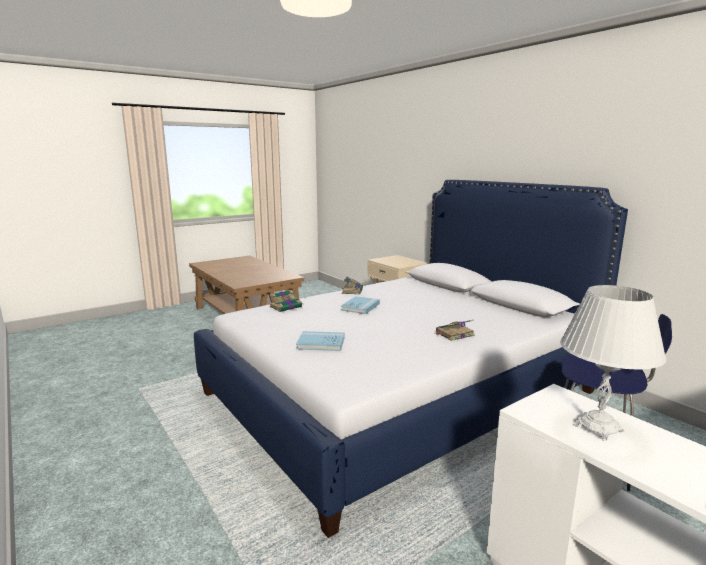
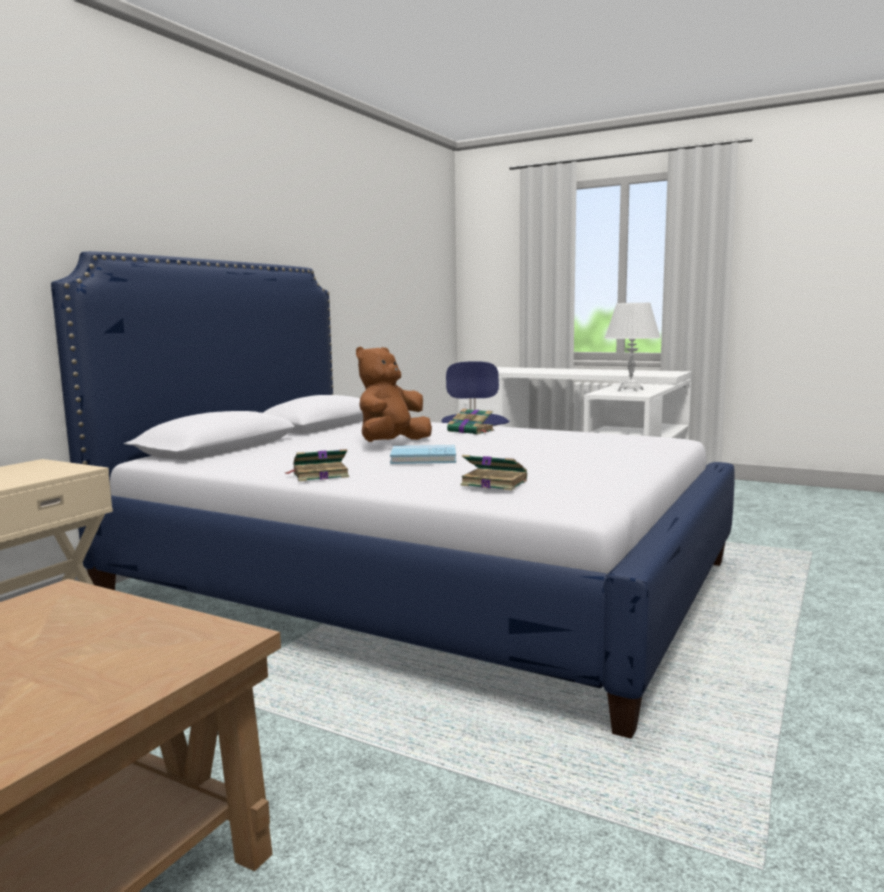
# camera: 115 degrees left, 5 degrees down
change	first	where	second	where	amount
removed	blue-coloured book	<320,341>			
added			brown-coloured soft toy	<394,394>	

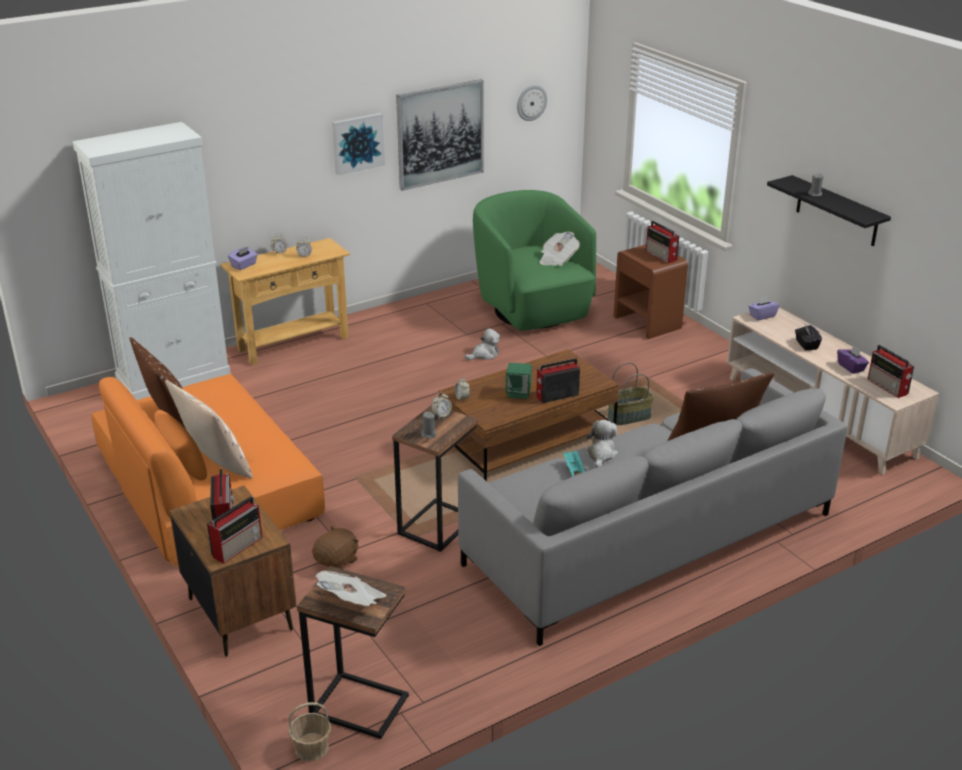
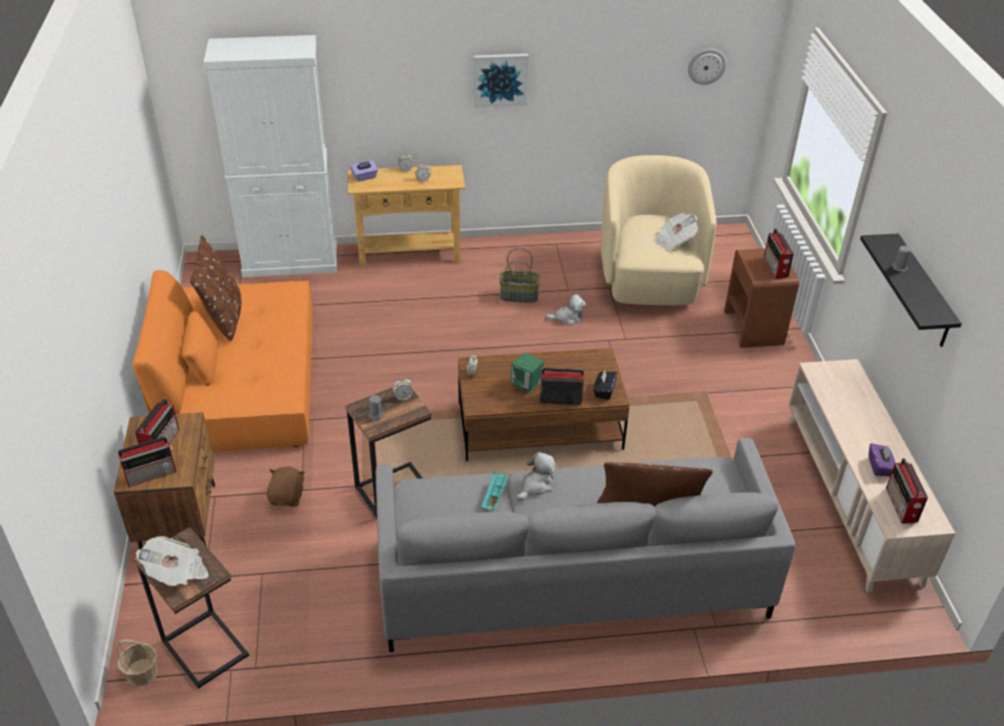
# camera: 25 degrees right, 10 degrees up
change	first	where	second	where	amount
removed	beige throw pillow	<209,429>			
removed	wall art	<439,135>			
removed	purple-coloured tissue holder	<764,308>			
moved	household basket	<631,394>		<520,275>	
moved	blackish tissue holder	<808,337>		<605,385>	
recoloured	greenish easy chair	<534,260>	beige easy chair	<659,230>	
turned	brown-coloured soft toy	<335,548>		<286,487>	60 degrees counterclockwise

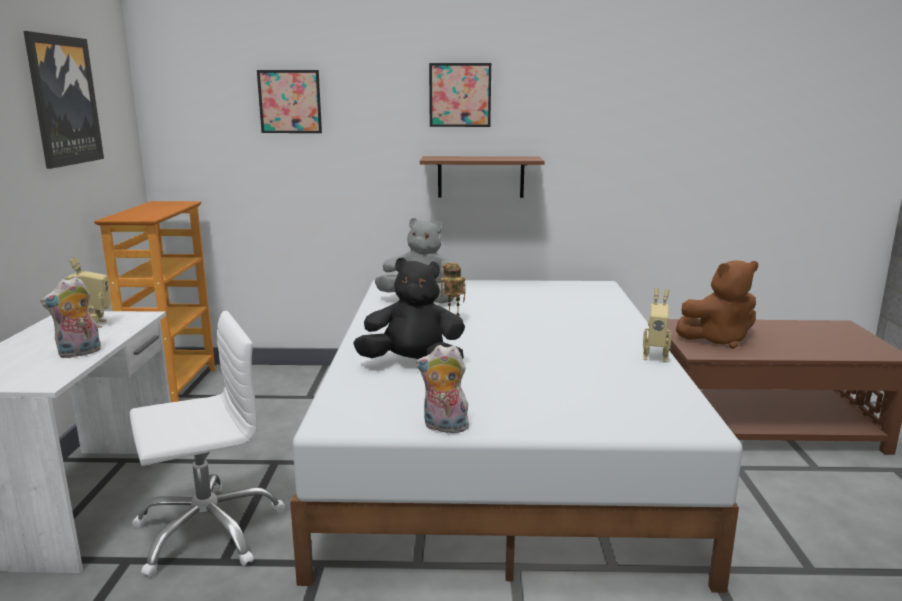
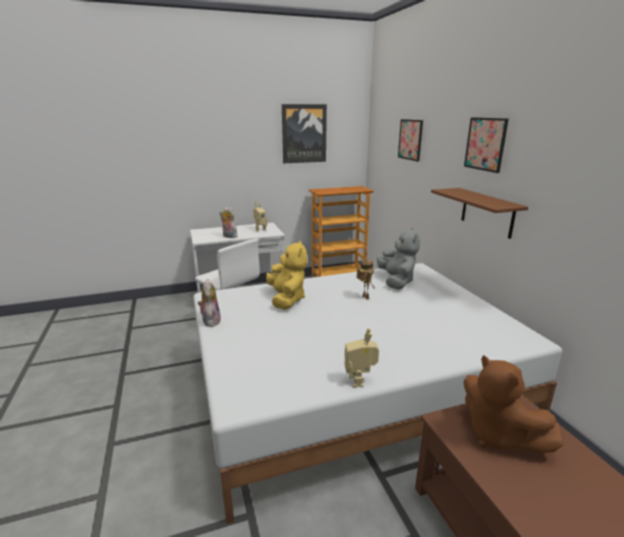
# camera: 70 degrees right, 5 degrees up
change	first	where	second	where	amount
recoloured	blackish soft toy	<409,308>	yellowish soft toy	<286,275>	

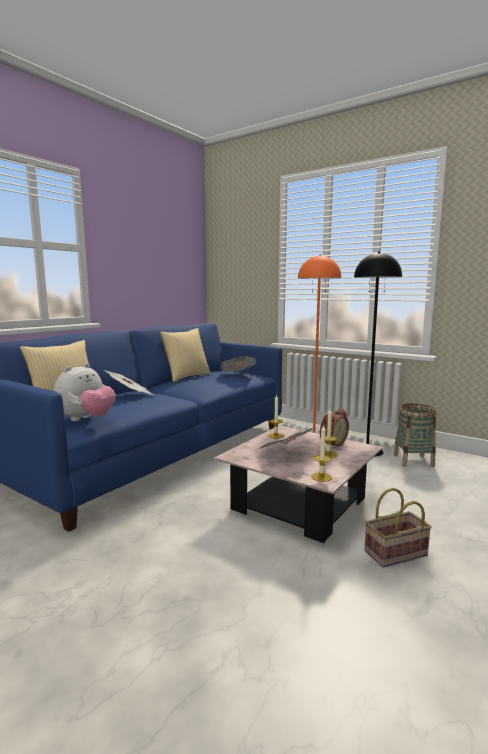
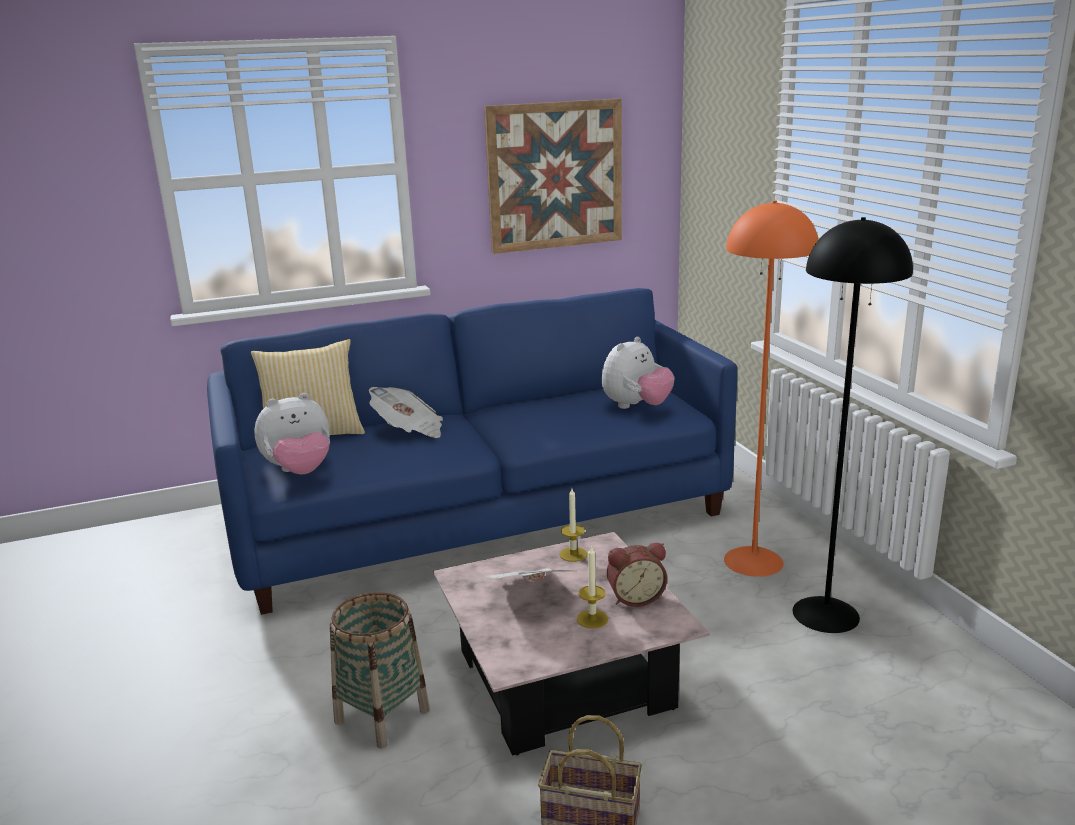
# camera: 35 degrees right, 10 degrees up
change	first	where	second	where	amount
removed	throw pillow	<185,355>			
removed	wax candle	<321,453>			
added			wall art	<553,176>	
moved	household basket	<415,435>		<380,670>	
replaced	printed paper	<238,364>	soft toy	<638,373>	

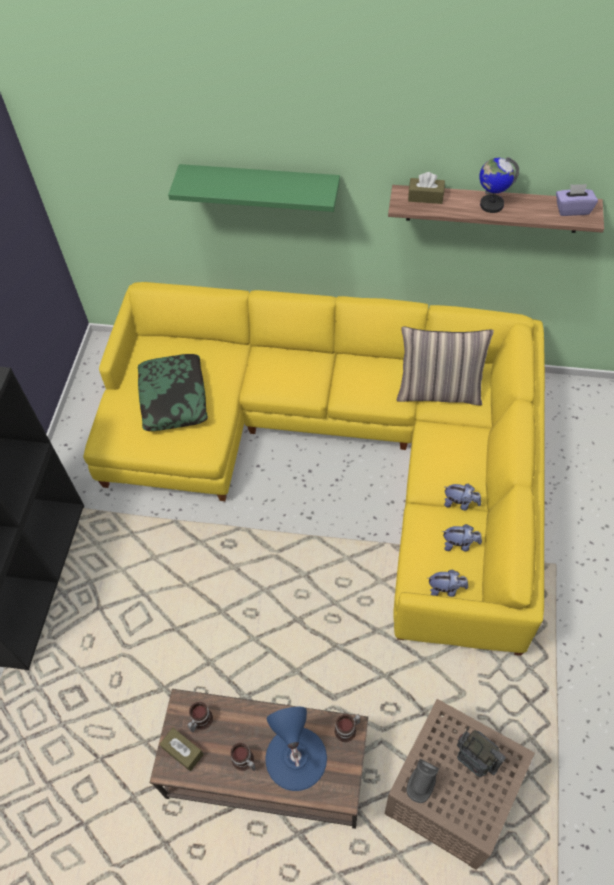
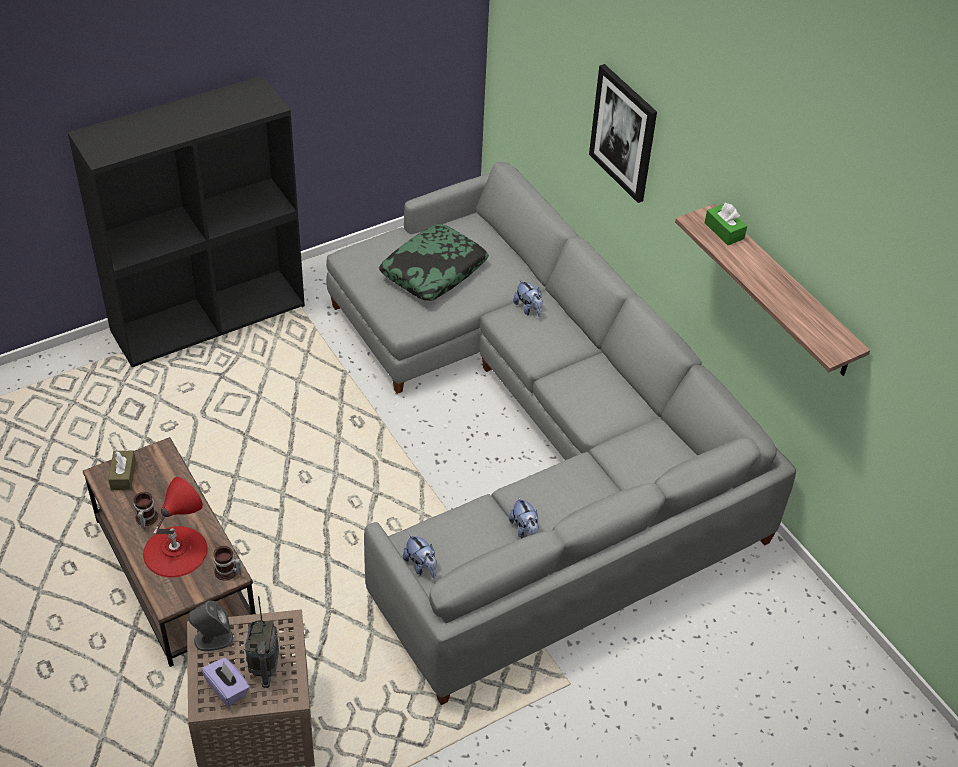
# camera: 45 degrees right, 10 degrees down
change	first	where	second	where	amount
removed	mug	<200,717>			
removed	throw pillow	<445,365>			
removed	globe	<499,185>			
moved	soft toy	<462,537>		<528,298>	
moved	purple-coloured tissue holder	<577,200>		<225,682>	
replaced	greenish bracket shelf	<254,188>	wall art	<623,133>	
recoloured	yellowish couch	<314,469>	gray couch	<561,433>	
recoloured	blue-coloured lamp for a table	<296,749>	red lamp for a table	<175,527>	
recoloured	brown-coloured tissue holder	<426,188>	greenish tissue holder	<726,223>	

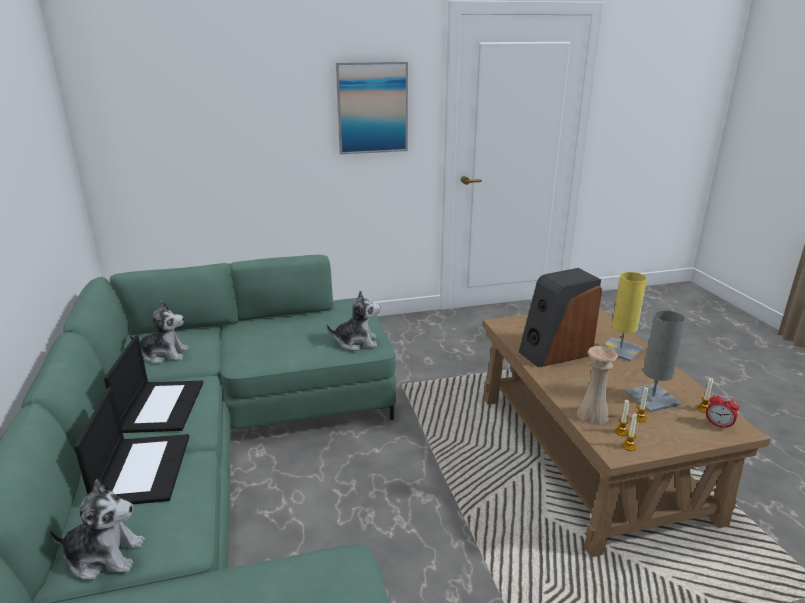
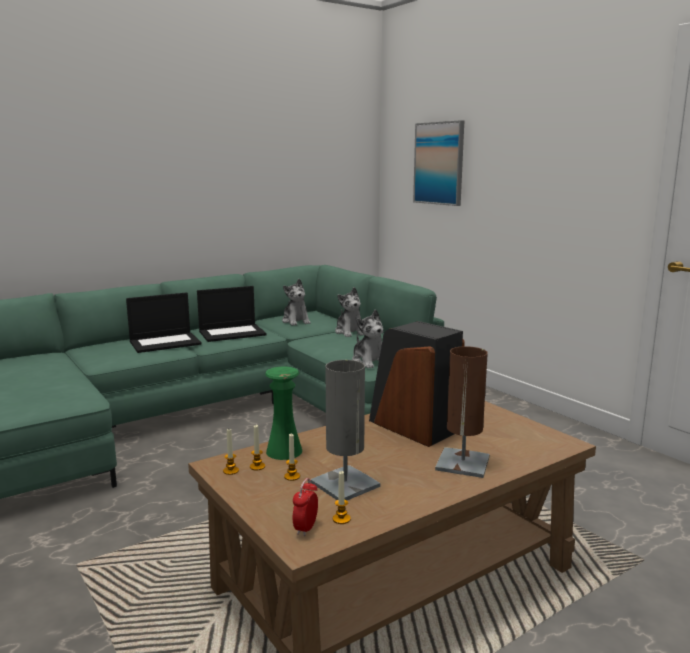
# camera: 70 degrees right, 10 degrees down
change	first	where	second	where	amount
moved	soft toy	<97,529>		<349,312>	
moved	wall art	<372,108>		<438,163>	
recoloured	beige vase	<597,385>	greenish vase	<283,413>	
recoloured	yellowish lamp for a table	<625,317>	brown-coloured lamp for a table	<462,412>	

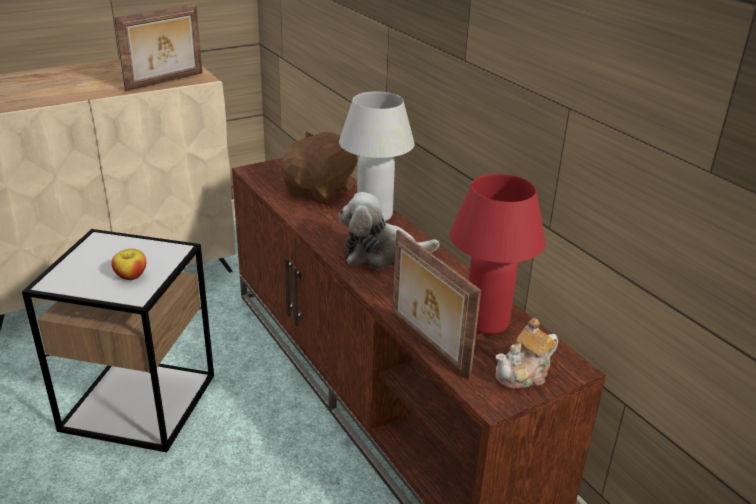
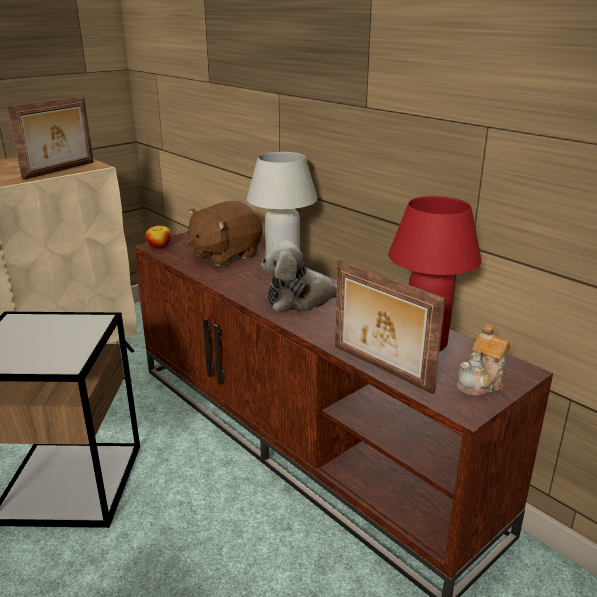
# camera: 10 degrees left, 5 degrees down
change	first	where	second	where	amount
moved	whole apple	<128,264>		<158,237>	
turned	brown-coloured soft toy	<319,167>		<224,233>	150 degrees counterclockwise

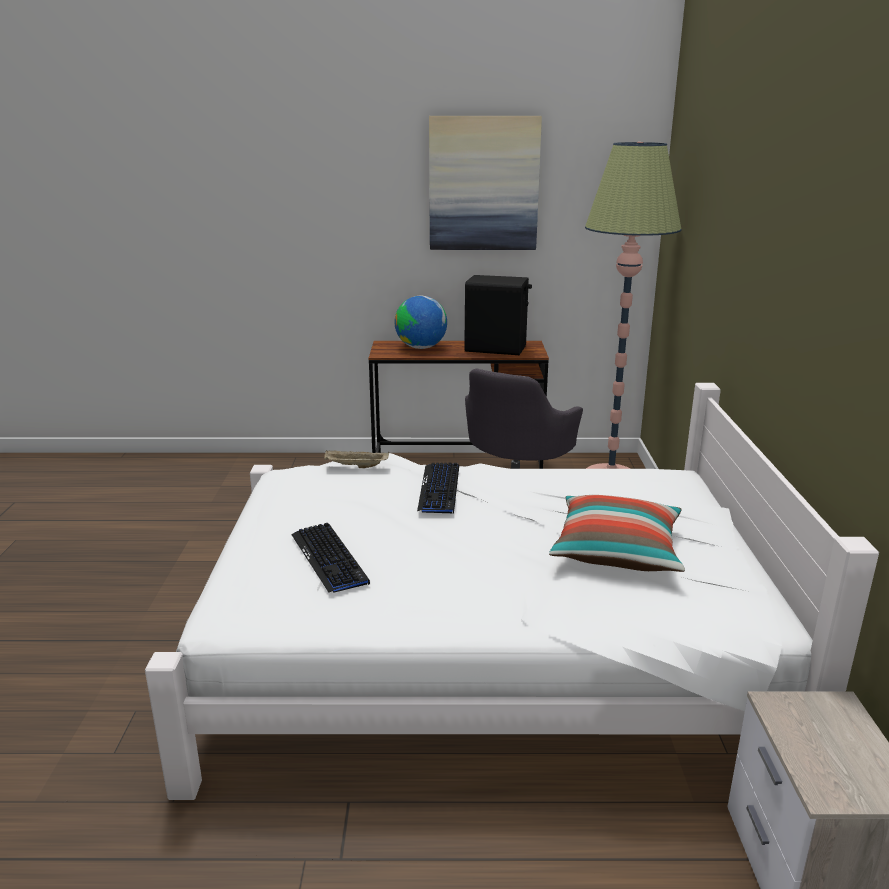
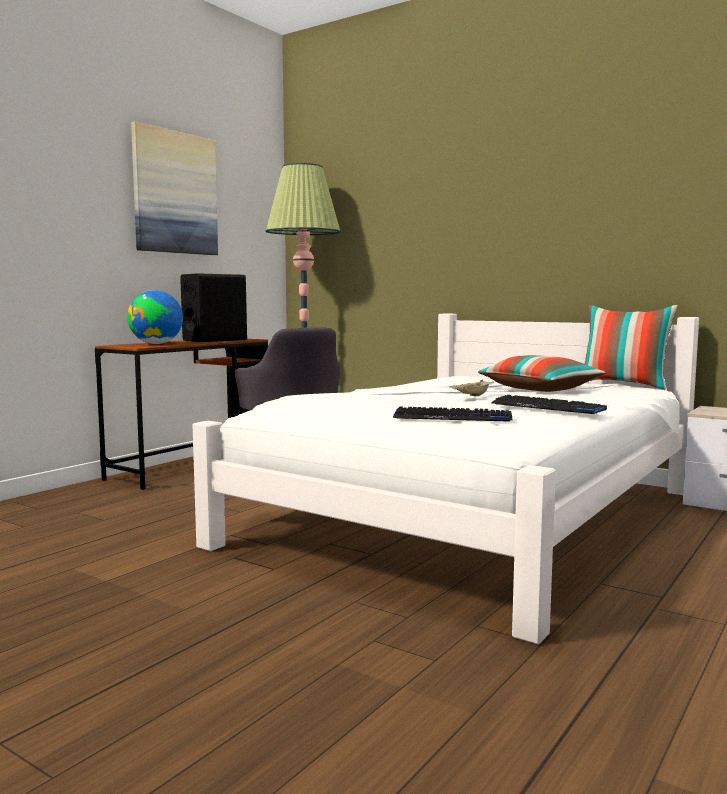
# camera: 55 degrees left, 15 degrees down
change	first	where	second	where	amount
added			throw pillow	<631,347>	
moved	beige serving tray	<356,459>		<472,388>	
moved	keyboard	<438,488>		<549,404>	

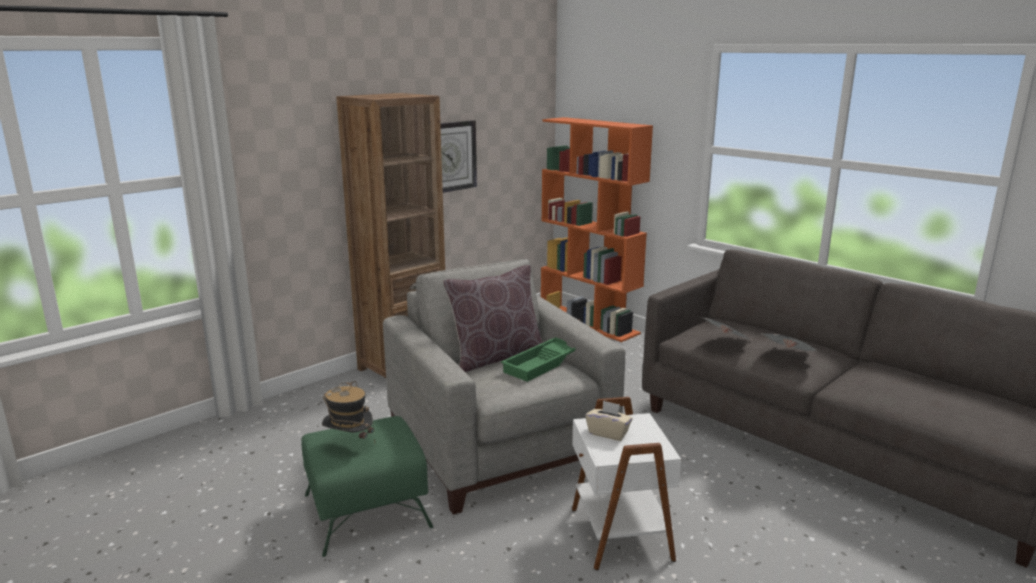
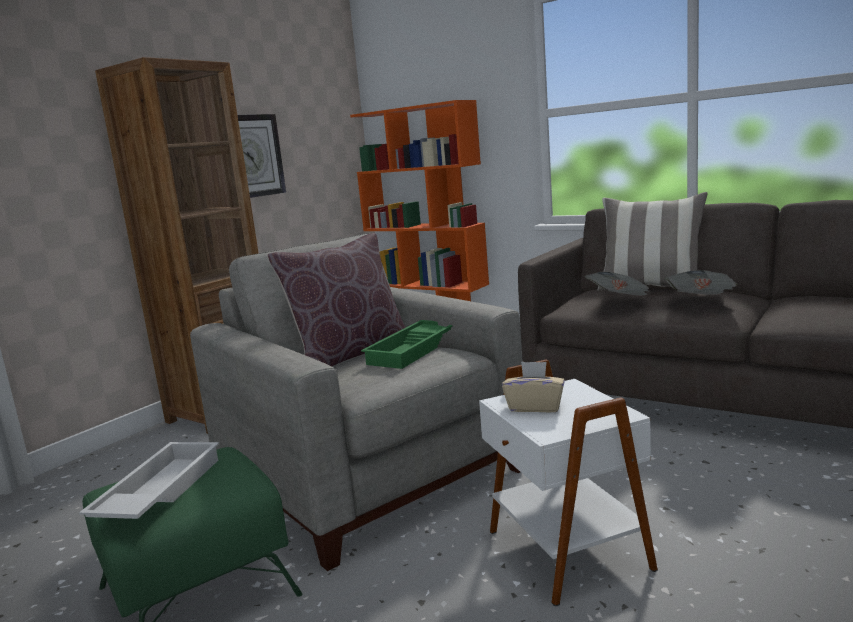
# camera: 10 degrees left, 5 degrees down
change	first	where	second	where	amount
added			throw pillow	<653,241>	
replaced	hat	<348,410>	white-coloured serving tray	<149,480>	

